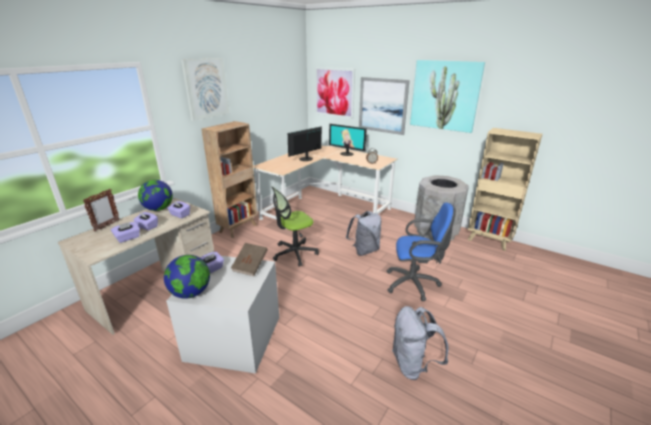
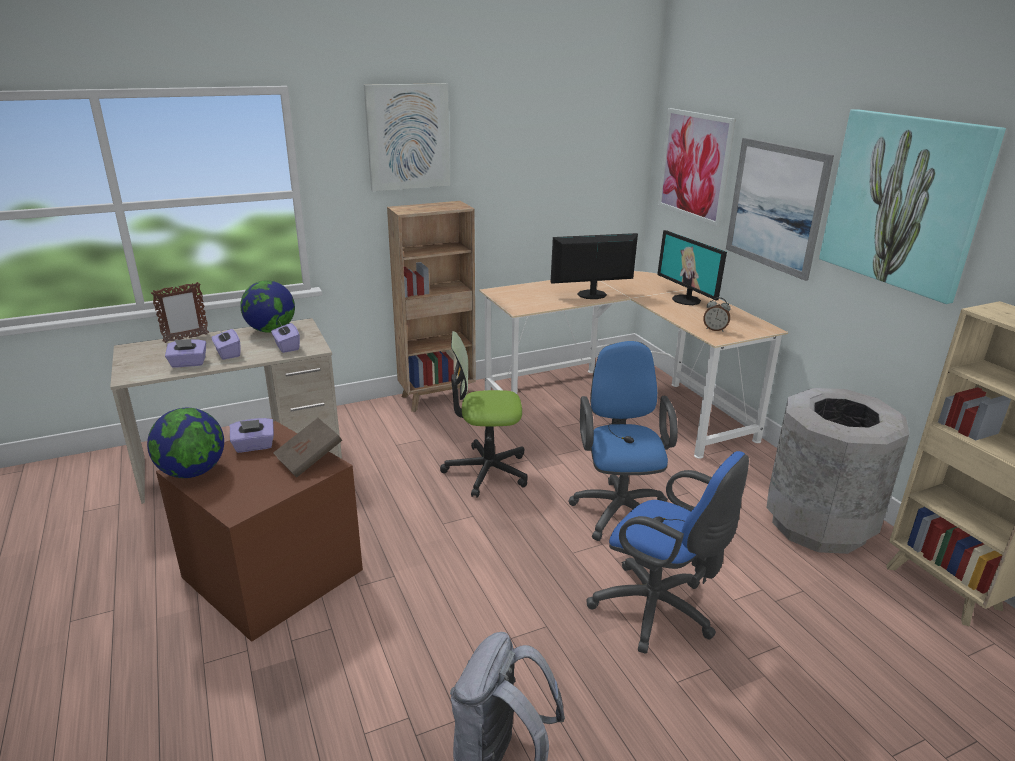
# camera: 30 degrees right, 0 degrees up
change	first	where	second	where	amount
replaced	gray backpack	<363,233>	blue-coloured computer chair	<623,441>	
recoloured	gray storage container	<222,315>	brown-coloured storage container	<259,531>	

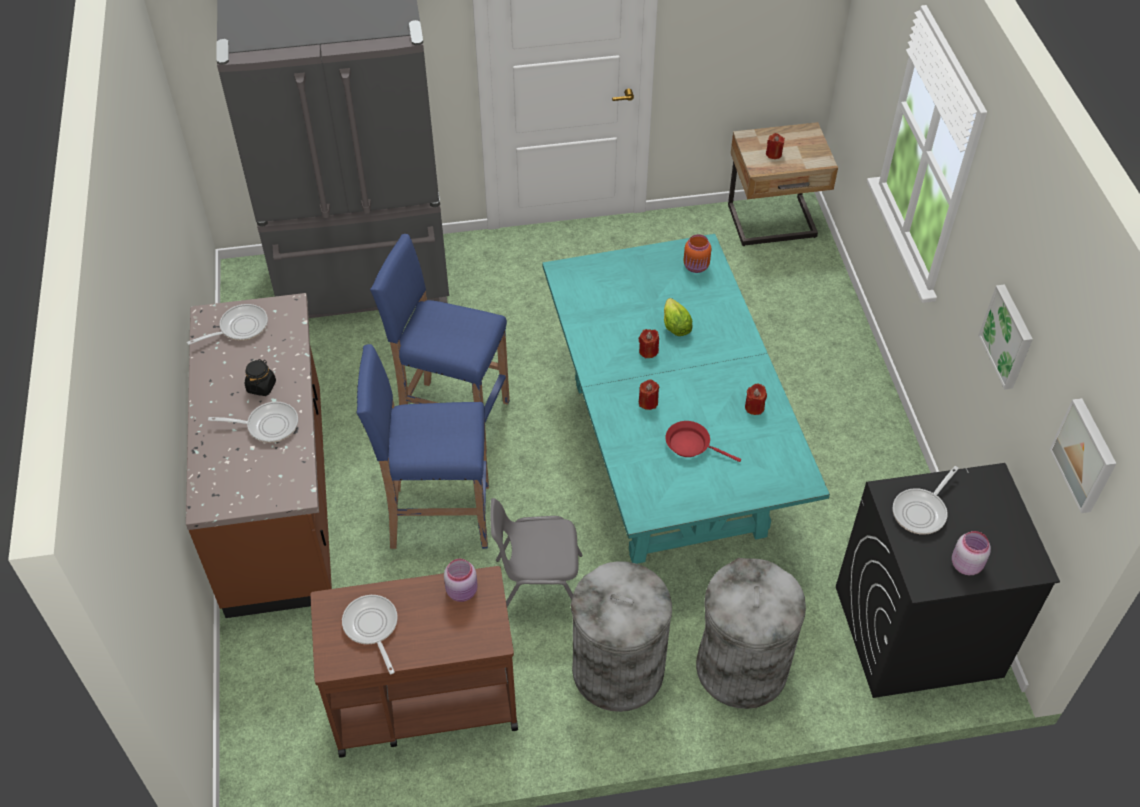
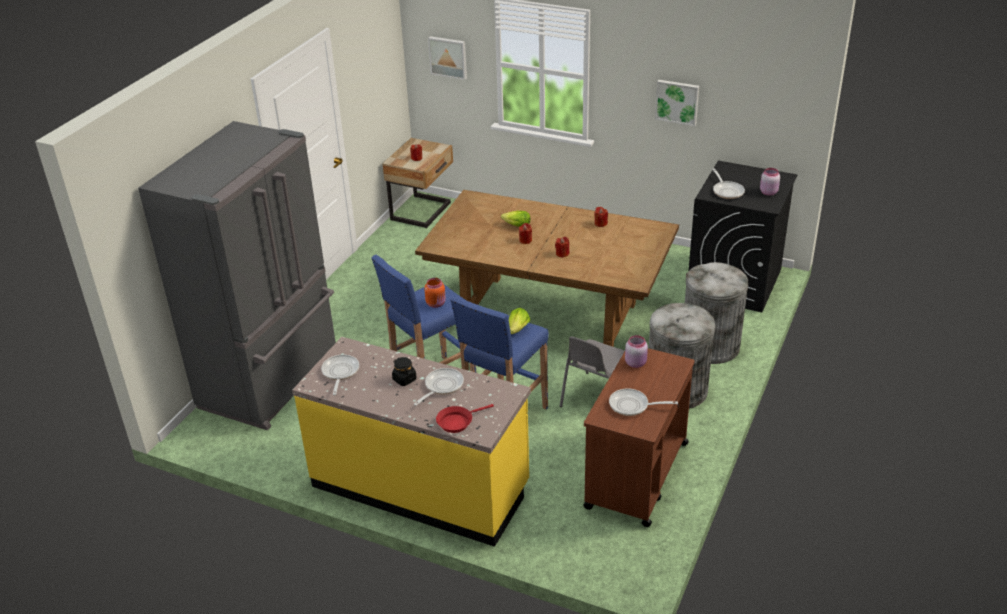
# camera: 55 degrees left, 15 degrees down
change	first	where	second	where	amount
added			lettuce	<519,321>	
moved	red pan	<703,441>		<465,418>	
moved	orange preserve jar	<697,253>		<435,293>	
moved	wall art	<1083,455>		<447,58>	
recoloured	brown-coloured kitchen counter	<259,455>	yellowish kitchen counter	<411,442>	
recoloured	turquoise kitchen table	<686,399>	brown-coloured kitchen table	<547,268>	

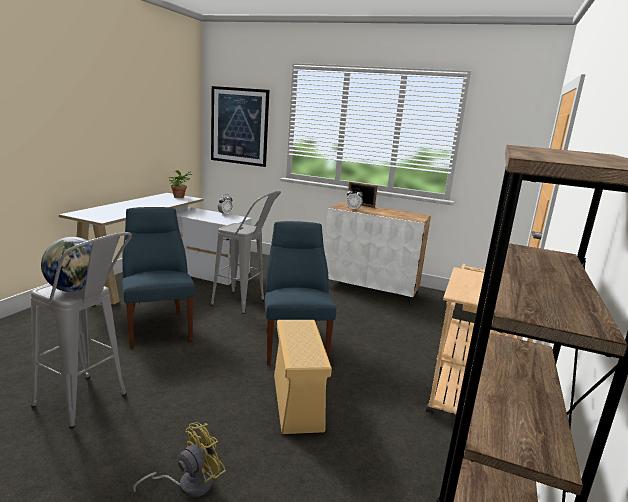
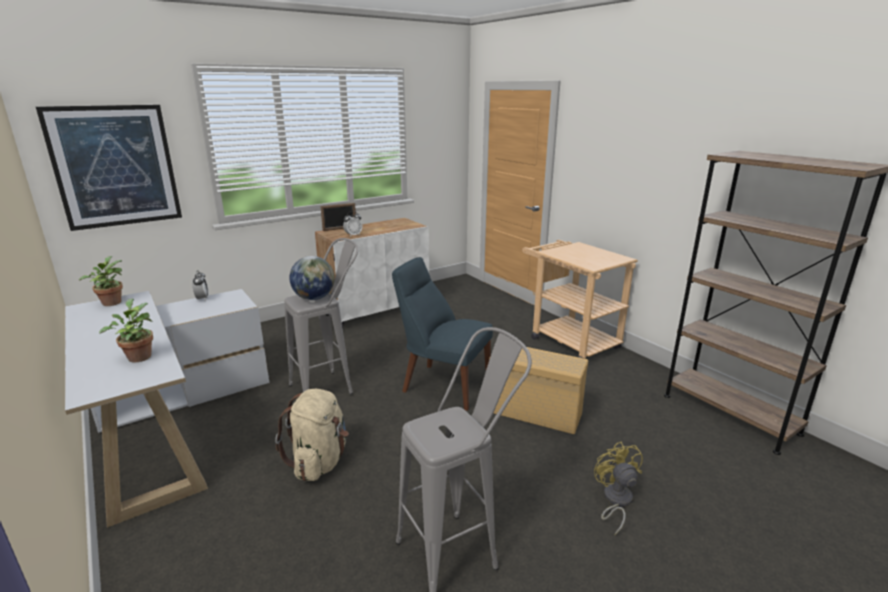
# camera: 55 degrees left, 5 degrees up
change	first	where	second	where	amount
added			potted plant	<126,331>	
moved	globe	<67,264>		<312,278>	
replaced	blue-coloured chair	<158,277>	beige backpack	<312,435>	

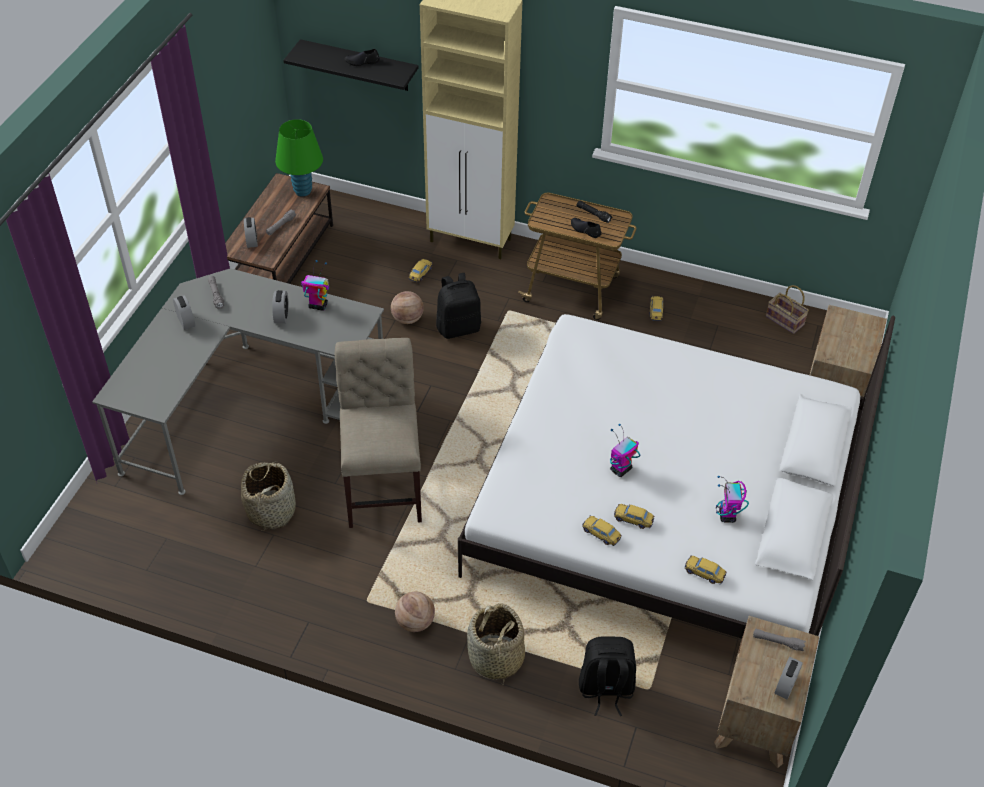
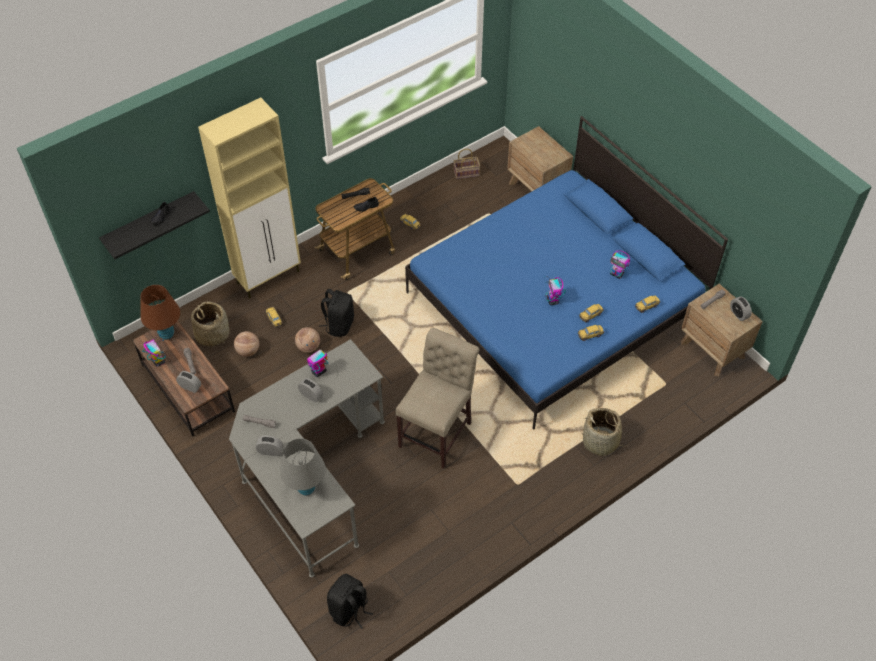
# camera: 55 degrees left, 5 degrees up
change	first	where	second	where	amount
added			robot figure	<154,350>	
added			gray lamp for a table	<303,466>	
moved	household basket	<268,496>		<210,324>	
moved	basketball	<415,612>		<246,344>	
moved	blackish backpack	<607,676>		<350,601>	
recoloured	greenish lamp for a table	<299,158>	brown-coloured lamp for a table	<160,312>	
recoloured	white-coloured bed	<676,476>	blue-coloured bed	<566,273>	
turned	beige chair	<378,433>		<437,398>	90 degrees clockwise

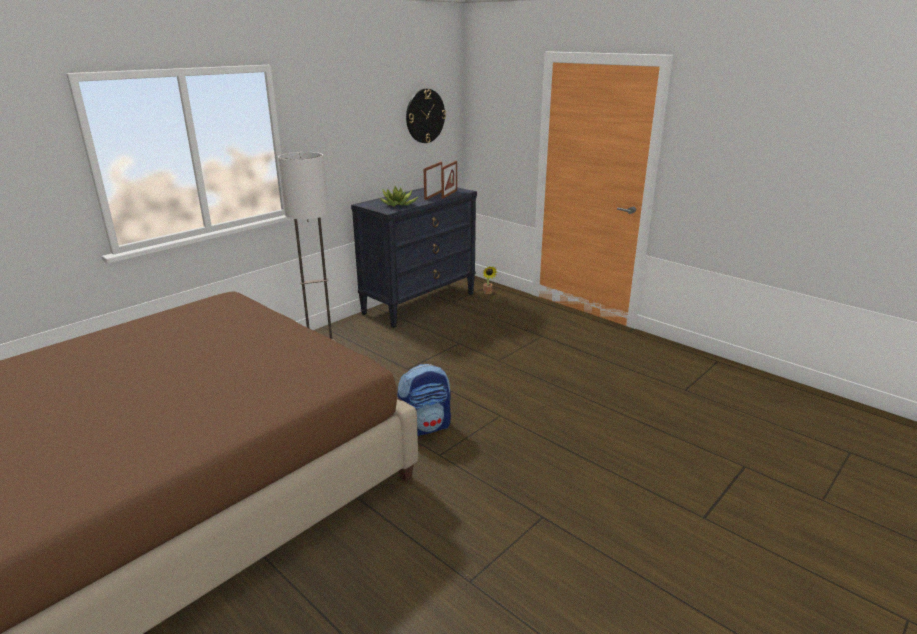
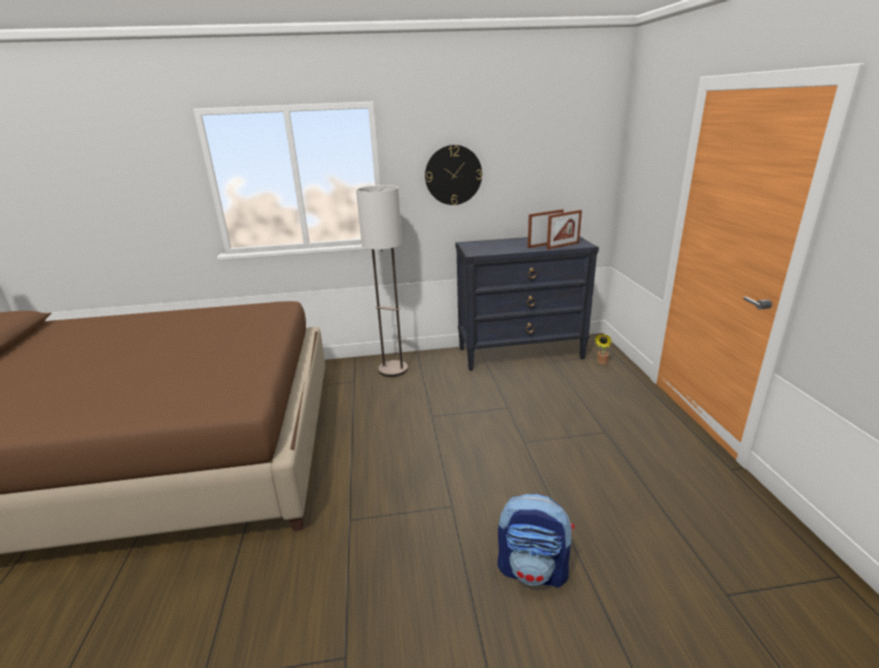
# camera: 40 degrees right, 0 degrees up
change	first	where	second	where	amount
removed	potted plant	<399,196>			
moved	backpack	<424,400>		<536,541>	
moved	wall clock	<426,116>		<453,175>	

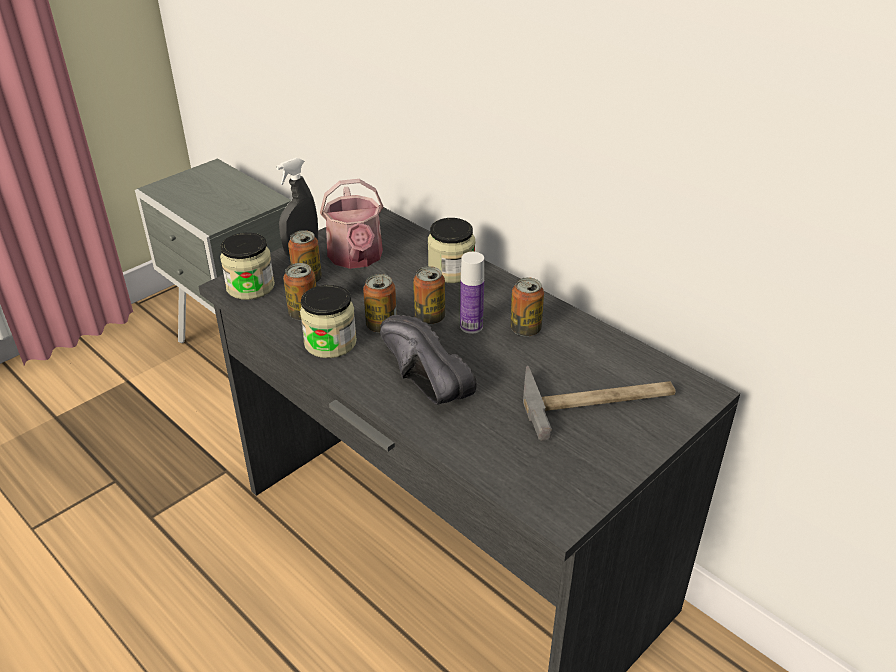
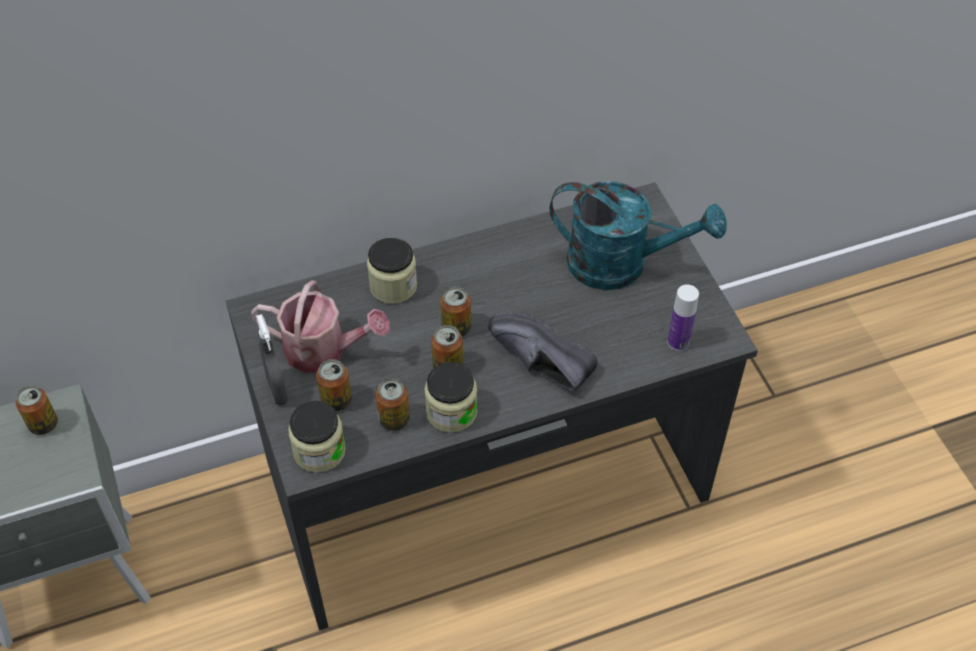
# camera: 65 degrees left, 15 degrees up
change	first	where	second	where	amount
moved	drink bottle	<472,293>		<683,317>	
moved	can	<527,306>		<36,410>	
replaced	tool hammer	<599,403>	turquoise watering can	<638,235>	
turned	blackish item of footwear	<428,360>		<542,352>	45 degrees clockwise

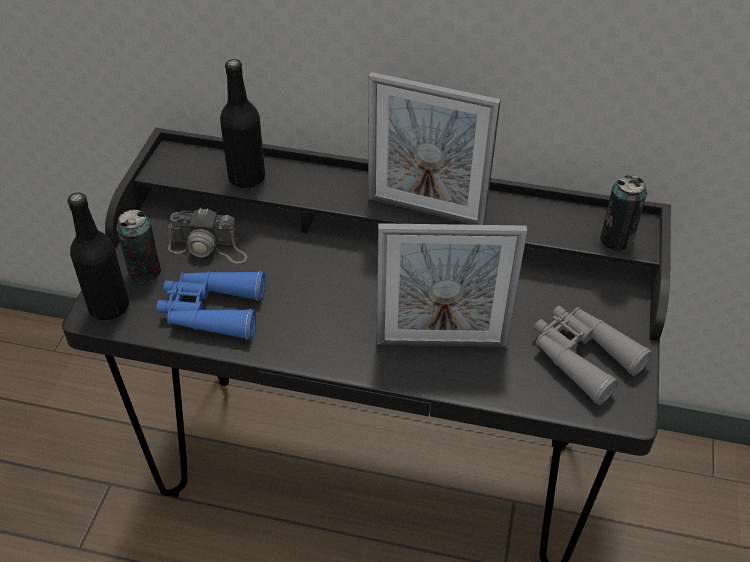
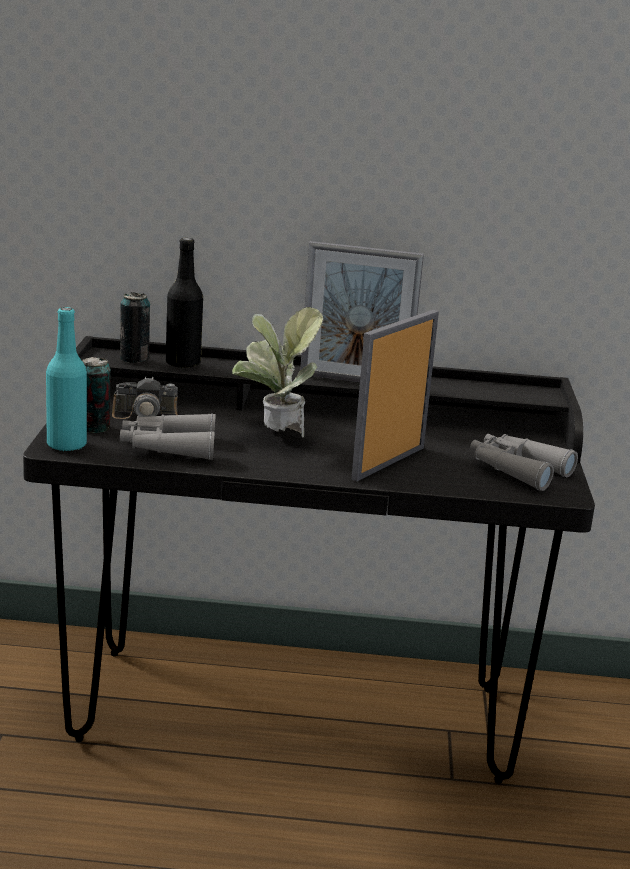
# camera: 10 degrees left, 25 degrees down
change	first	where	second	where	amount
added			potted plant	<278,372>	
moved	can	<624,213>		<135,327>	
recoloured	blackish drink bottle	<98,256>	turquoise drink bottle	<66,379>	
recoloured	blue-coloured pair of binoculars	<211,305>	gray pair of binoculars	<168,437>	
turned	standing frame	<451,285>		<395,395>	135 degrees clockwise

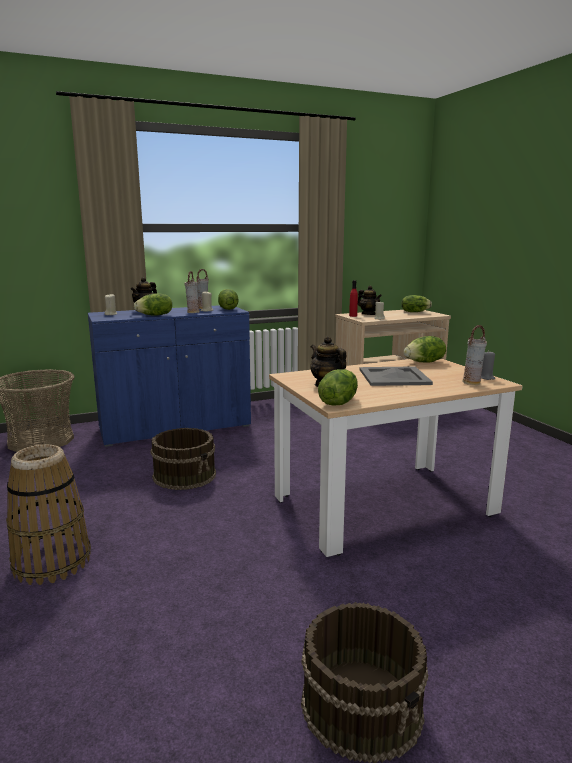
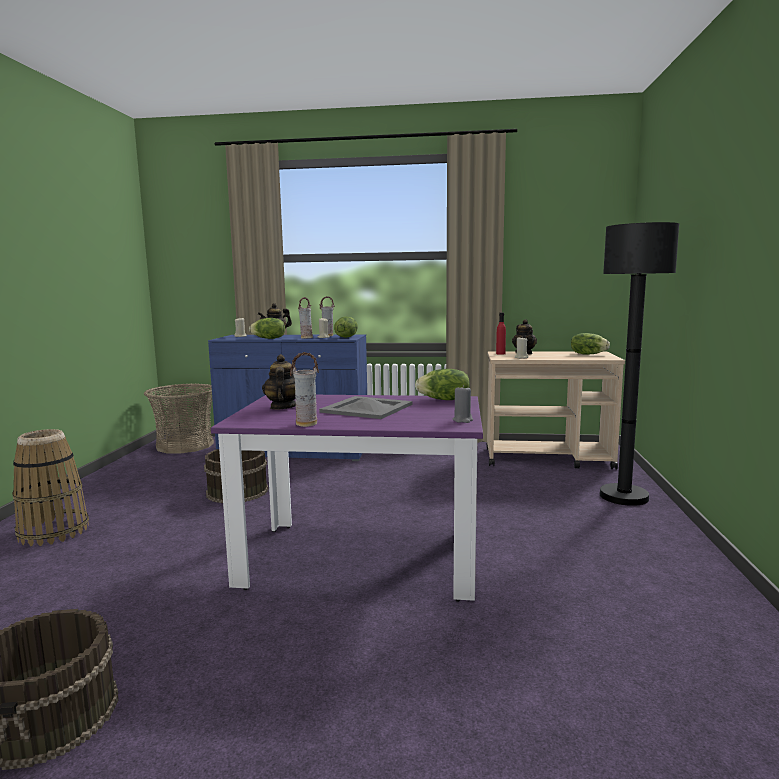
# camera: 30 degrees right, 5 degrees down
change	first	where	second	where	amount
removed	lettuce	<338,387>			
added			blackish floor lamp	<639,364>	
moved	vase	<475,355>		<304,389>	
recoloured	beige kitchen table	<396,457>	purple-coloured kitchen table	<347,498>	

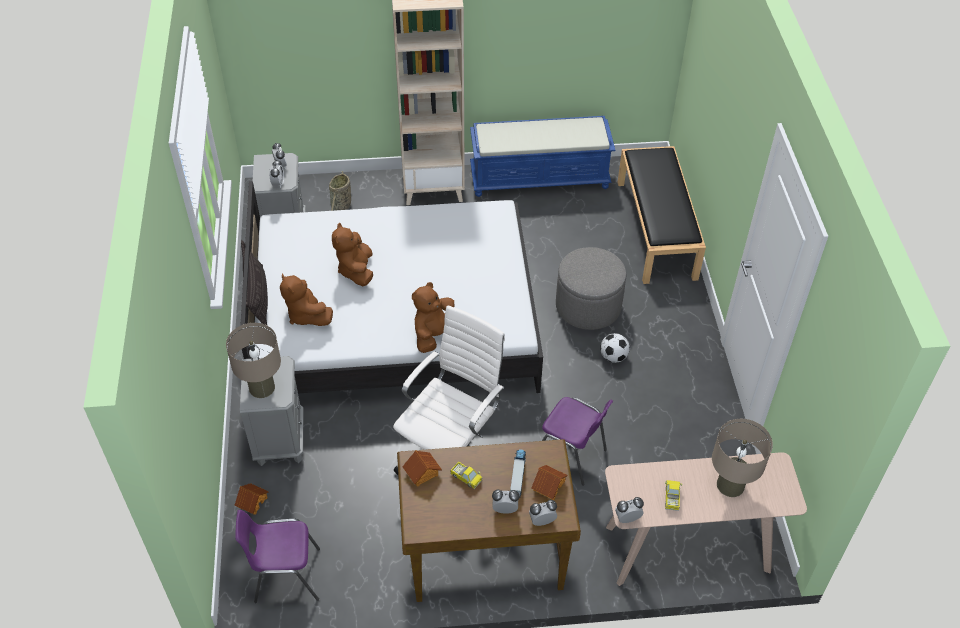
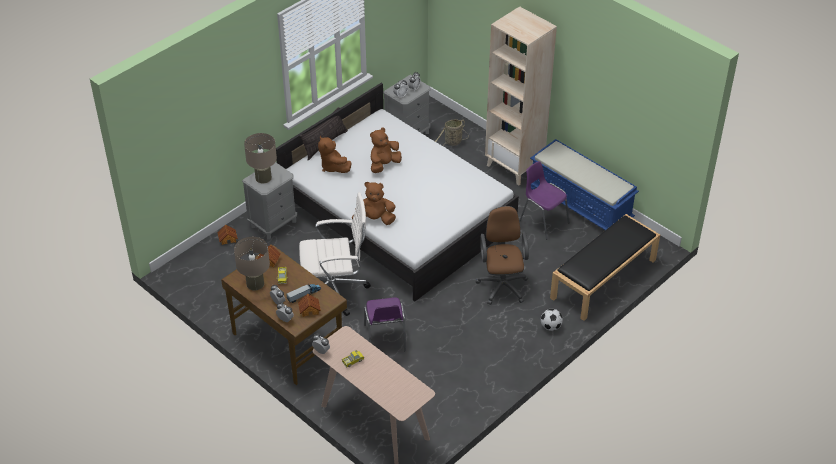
# camera: 50 degrees right, 5 degrees down
change	first	where	second	where	amount
moved	purple-coloured chair	<278,556>		<544,200>	
moved	football ball	<615,348>		<552,320>	
moved	beige lamp for a table	<742,458>		<252,264>	
replaced	gray pouffe	<591,288>	brown-coloured computer chair	<502,255>	
turned	brown-coloured soft toy	<306,300>		<335,154>	45 degrees counterclockwise

